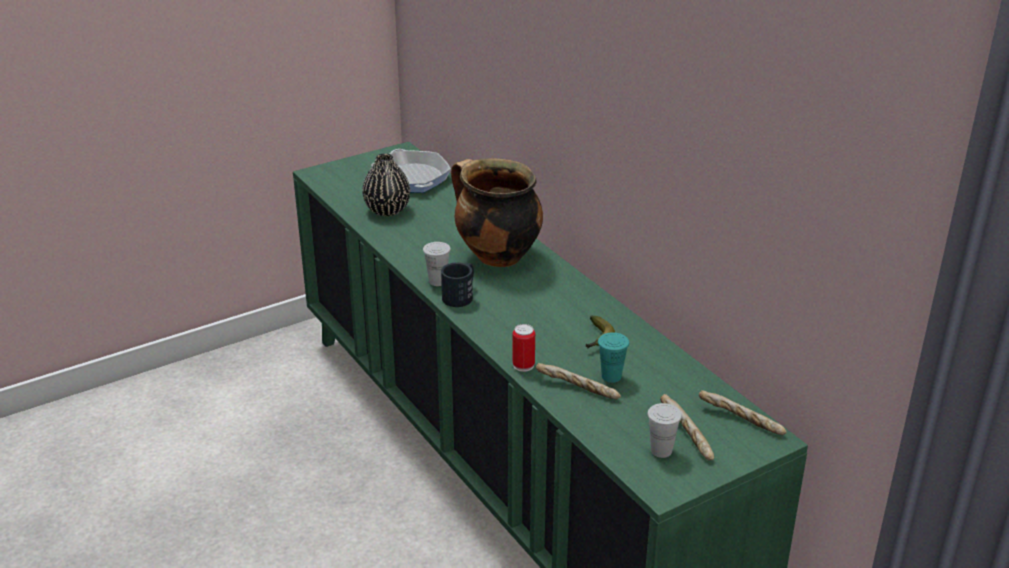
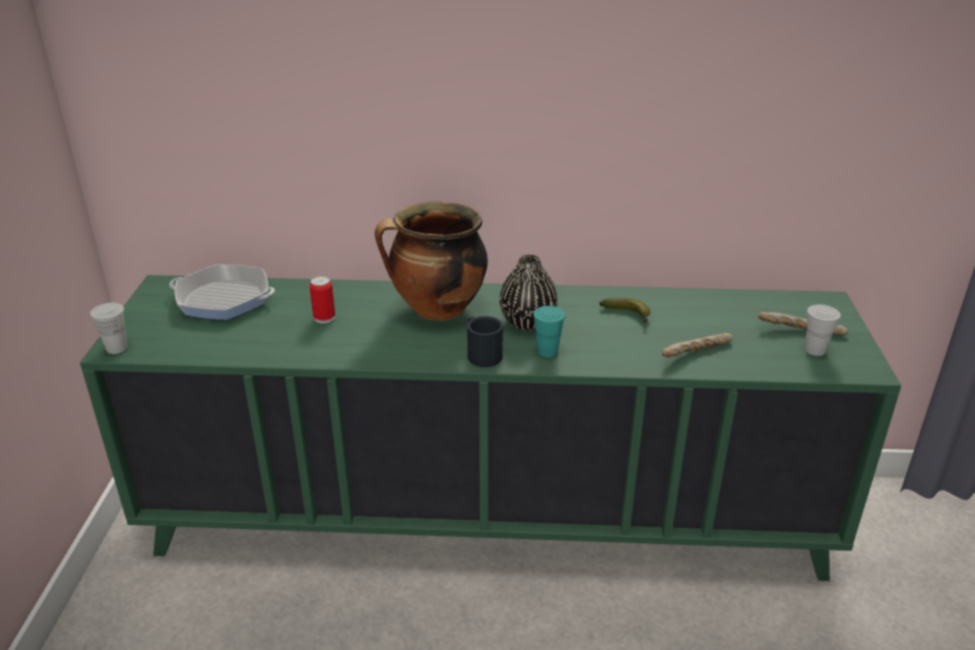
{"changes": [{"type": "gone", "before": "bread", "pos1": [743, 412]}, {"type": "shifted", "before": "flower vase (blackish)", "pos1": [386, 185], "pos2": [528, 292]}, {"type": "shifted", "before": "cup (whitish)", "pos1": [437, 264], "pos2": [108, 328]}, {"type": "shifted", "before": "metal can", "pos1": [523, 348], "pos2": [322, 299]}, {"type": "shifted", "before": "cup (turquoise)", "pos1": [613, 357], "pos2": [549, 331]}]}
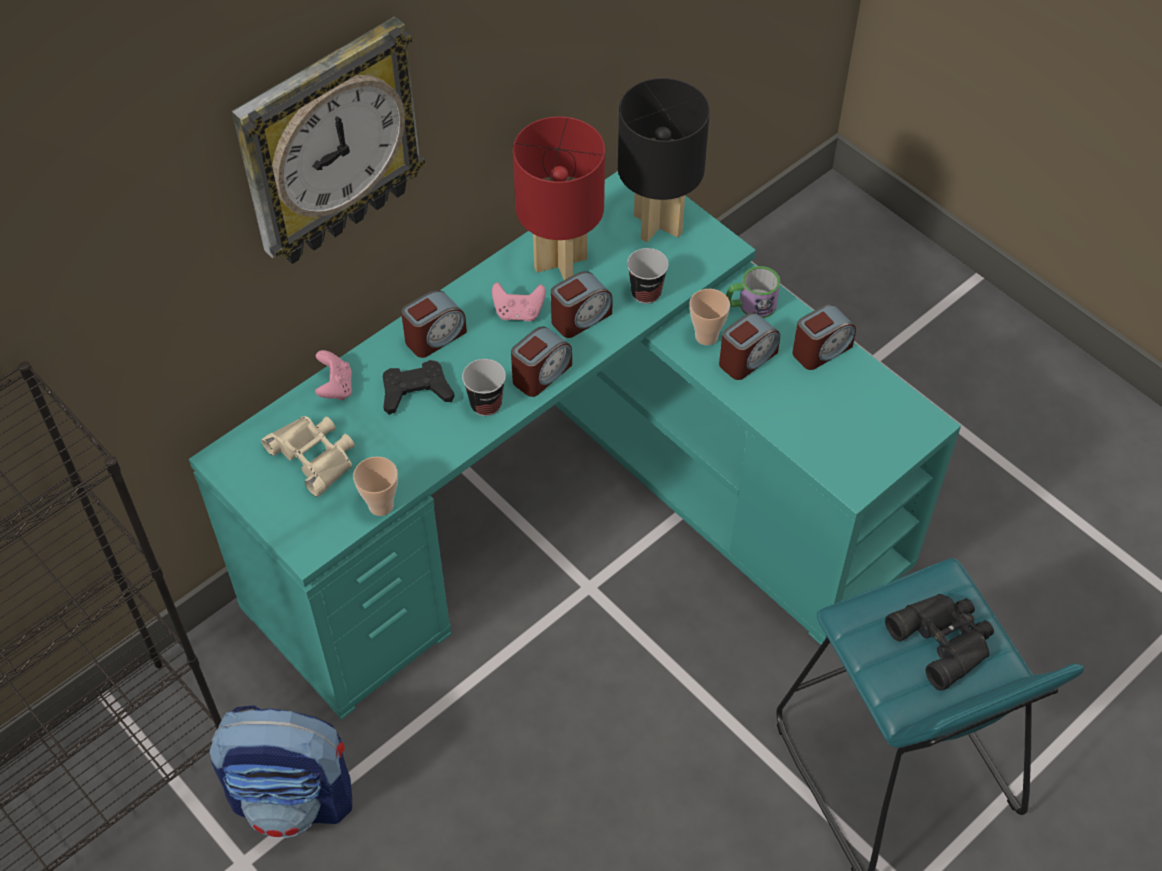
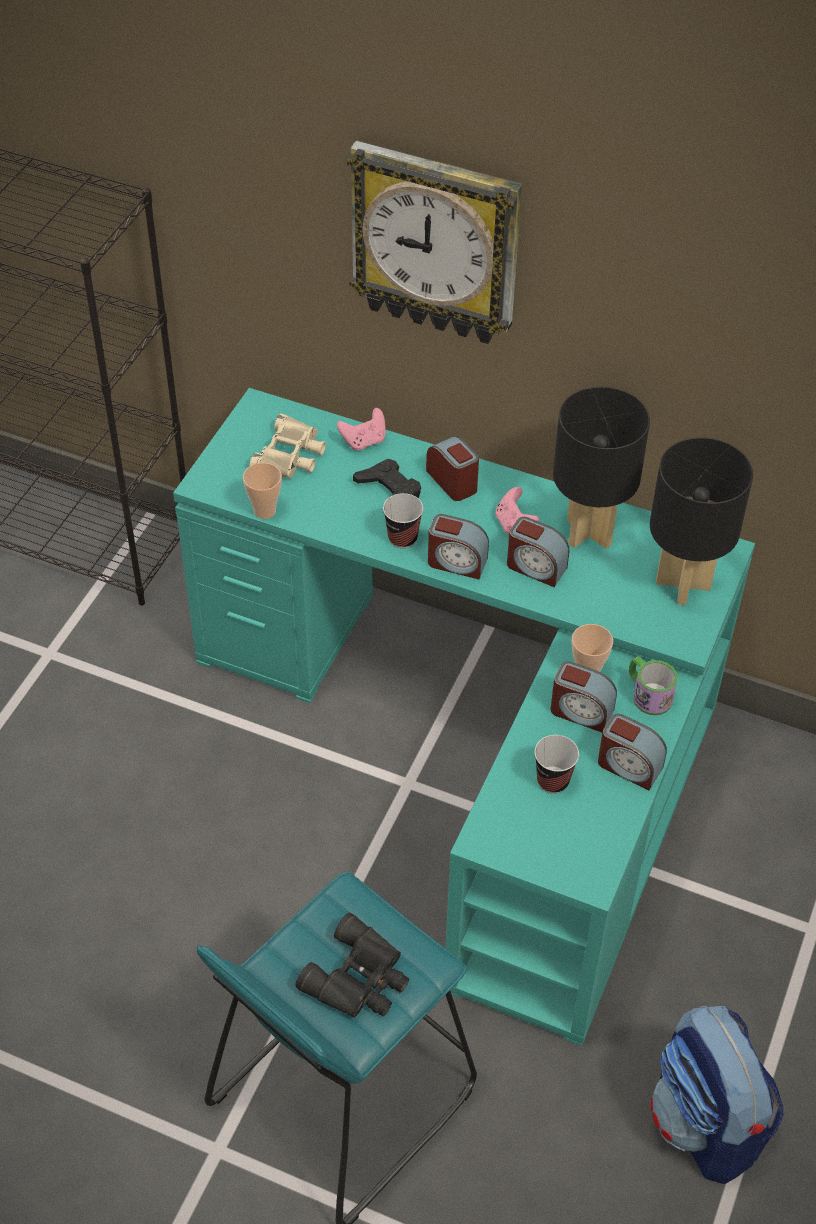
{"changes": [{"type": "shifted", "before": "backpack", "pos1": [281, 771], "pos2": [717, 1095]}, {"type": "shifted", "before": "cup", "pos1": [648, 276], "pos2": [556, 764]}, {"type": "repainted", "before": "lamp for a table (reddish)", "after": "lamp for a table (blackish)", "pos1": [559, 198], "pos2": [601, 468]}, {"type": "rotated", "before": "table clock", "pos1": [434, 324], "pos2": [452, 468], "turn": -150}]}
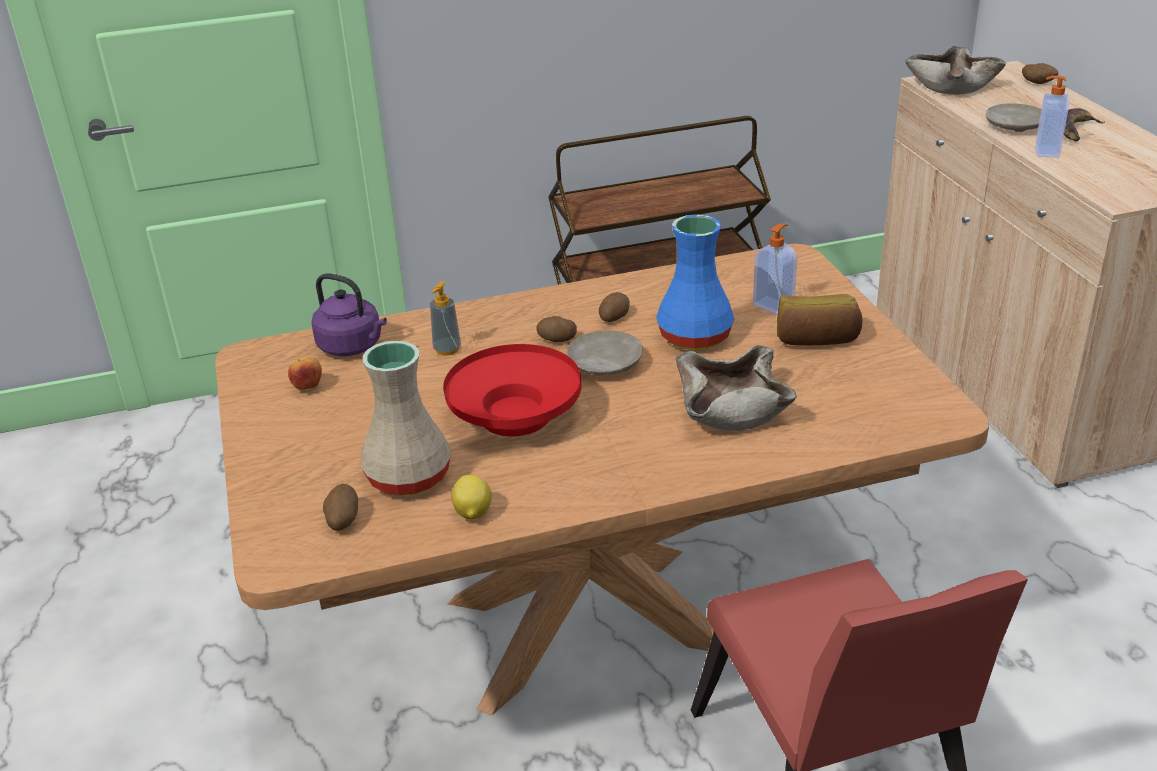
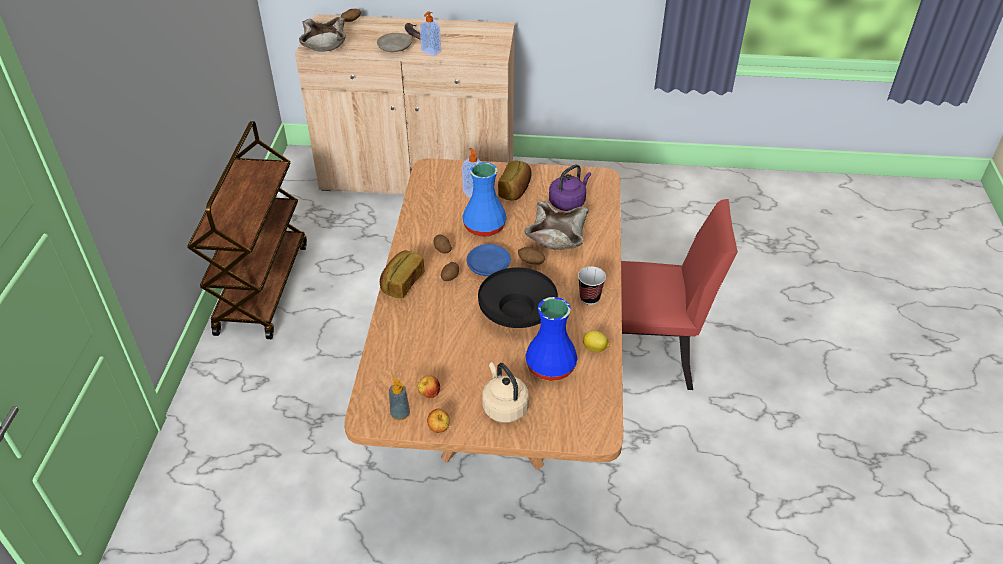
{"changes": [{"type": "new", "after": "bread", "pos2": [402, 275]}, {"type": "new", "after": "whole apple", "pos2": [438, 421]}, {"type": "new", "after": "tea kettle (beige)", "pos2": [505, 392]}, {"type": "new", "after": "cup", "pos2": [592, 285]}, {"type": "shifted", "before": "tea kettle (purple)", "pos1": [349, 314], "pos2": [570, 187]}, {"type": "shifted", "before": "whole potato", "pos1": [340, 507], "pos2": [531, 256]}, {"type": "shifted", "before": "soap bottle", "pos1": [445, 318], "pos2": [399, 398]}, {"type": "repainted", "before": "flower vase (beige)", "after": "flower vase (blue)", "pos1": [405, 418], "pos2": [551, 339]}, {"type": "repainted", "before": "deep dish (reddish)", "after": "deep dish (blackish)", "pos1": [512, 390], "pos2": [518, 297]}, {"type": "repainted", "before": "dinner plate (beige)", "after": "dinner plate (blue)", "pos1": [605, 353], "pos2": [489, 260]}]}
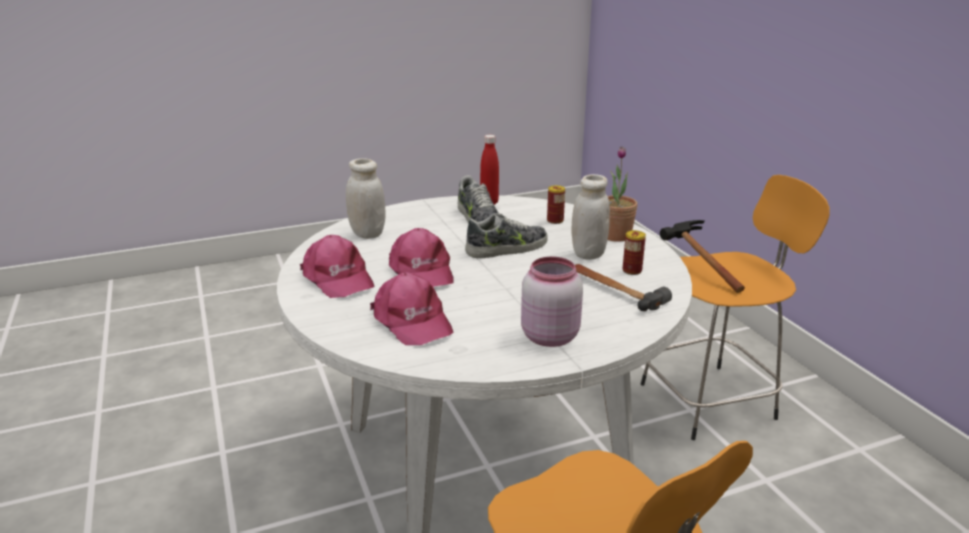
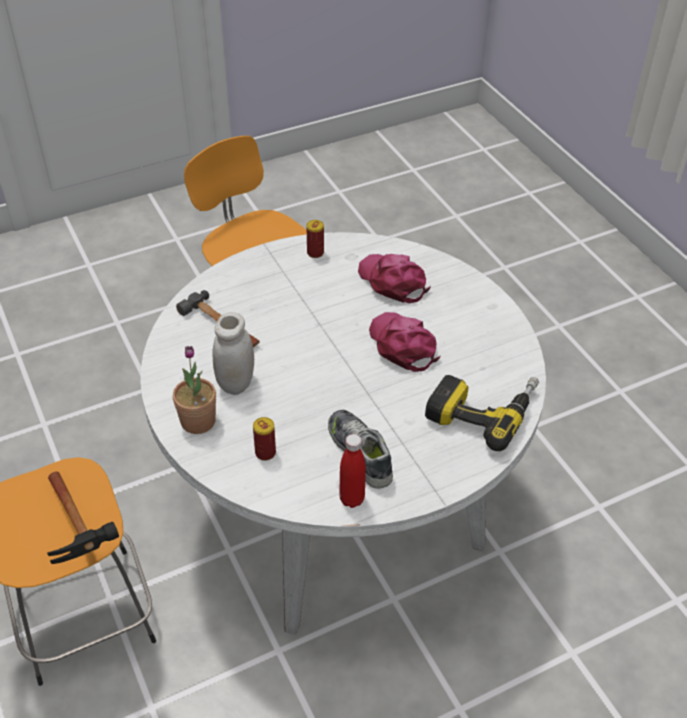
{"changes": [{"type": "gone", "before": "baseball cap (pinkish)", "pos1": [337, 266]}, {"type": "gone", "before": "item of footwear", "pos1": [506, 235]}, {"type": "gone", "before": "preserve jar (pinkish)", "pos1": [552, 302]}, {"type": "shifted", "before": "metal can", "pos1": [634, 252], "pos2": [315, 239]}, {"type": "swapped", "before": "preserve jar (whitish)", "after": "power drill", "pos1": [365, 198], "pos2": [482, 413]}]}
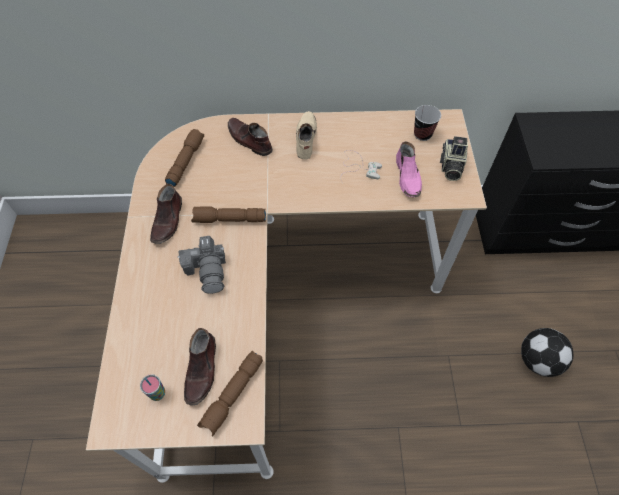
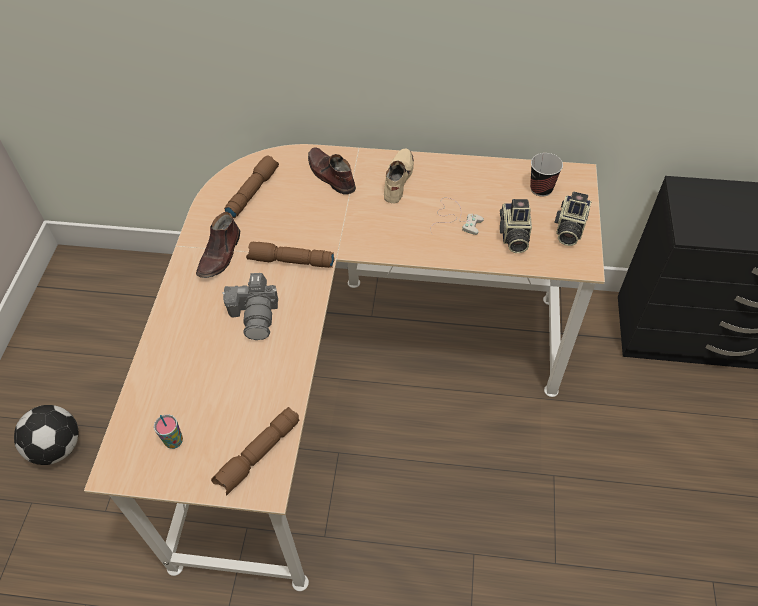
{"changes": [{"type": "gone", "before": "item of footwear (brown)", "pos1": [200, 367]}, {"type": "shifted", "before": "ball for football", "pos1": [547, 352], "pos2": [46, 435]}, {"type": "swapped", "before": "item of footwear (pinkish)", "after": "still camera", "pos1": [409, 169], "pos2": [516, 226]}]}
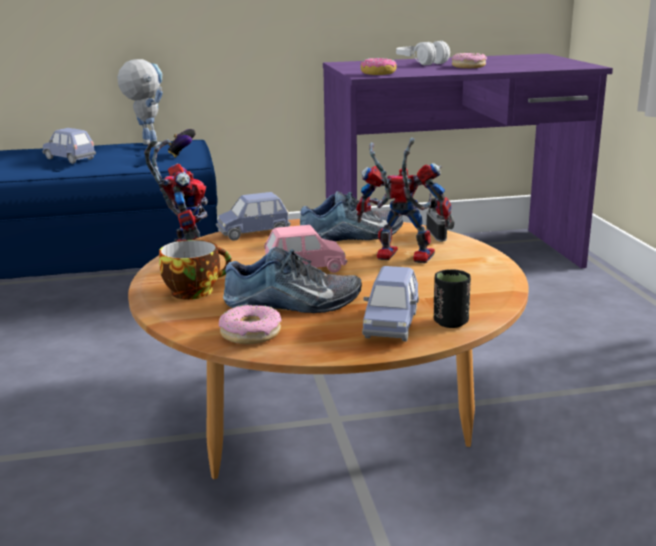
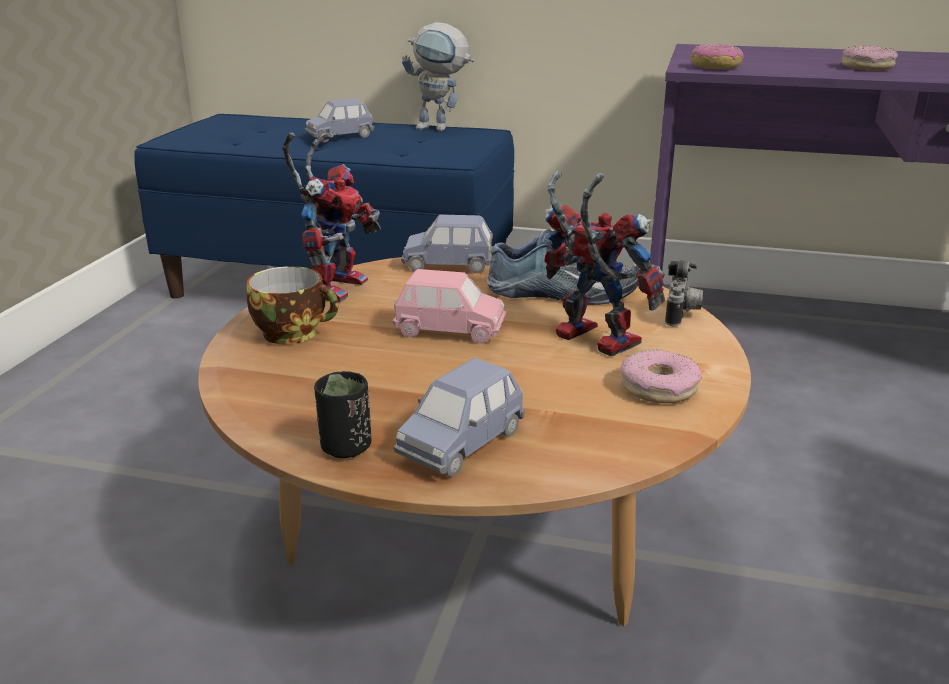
{"changes": [{"type": "gone", "before": "game controller", "pos1": [182, 143]}, {"type": "gone", "before": "item of footwear", "pos1": [292, 280]}, {"type": "gone", "before": "headphones (whitish)", "pos1": [423, 53]}, {"type": "shifted", "before": "doughnut", "pos1": [250, 324], "pos2": [660, 376]}, {"type": "shifted", "before": "cup (blackish)", "pos1": [452, 298], "pos2": [343, 414]}, {"type": "rotated", "before": "model car (blue)", "pos1": [69, 146], "pos2": [339, 120], "turn": -90}, {"type": "rotated", "before": "model robot", "pos1": [140, 103], "pos2": [438, 76], "turn": 120}]}
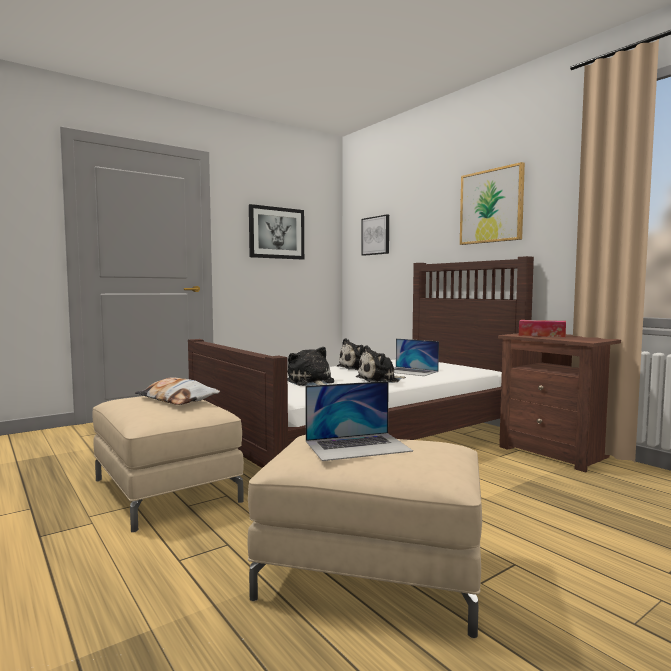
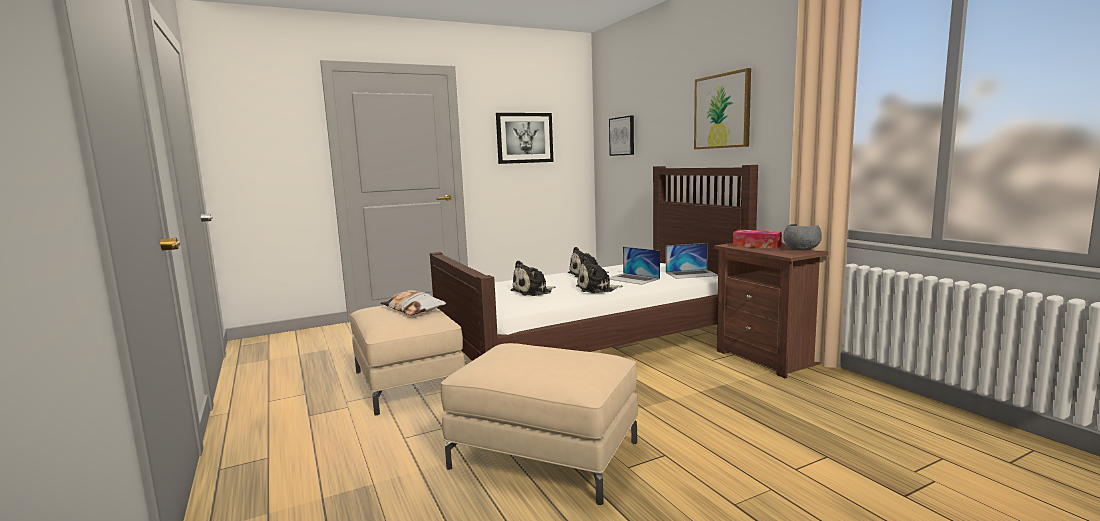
{"changes": [{"type": "new", "after": "deep dish (gray)", "pos2": [802, 237]}, {"type": "shifted", "before": "laptop", "pos1": [359, 421], "pos2": [692, 261]}, {"type": "rotated", "before": "cuddly toy", "pos1": [311, 366], "pos2": [532, 278], "turn": -105}]}
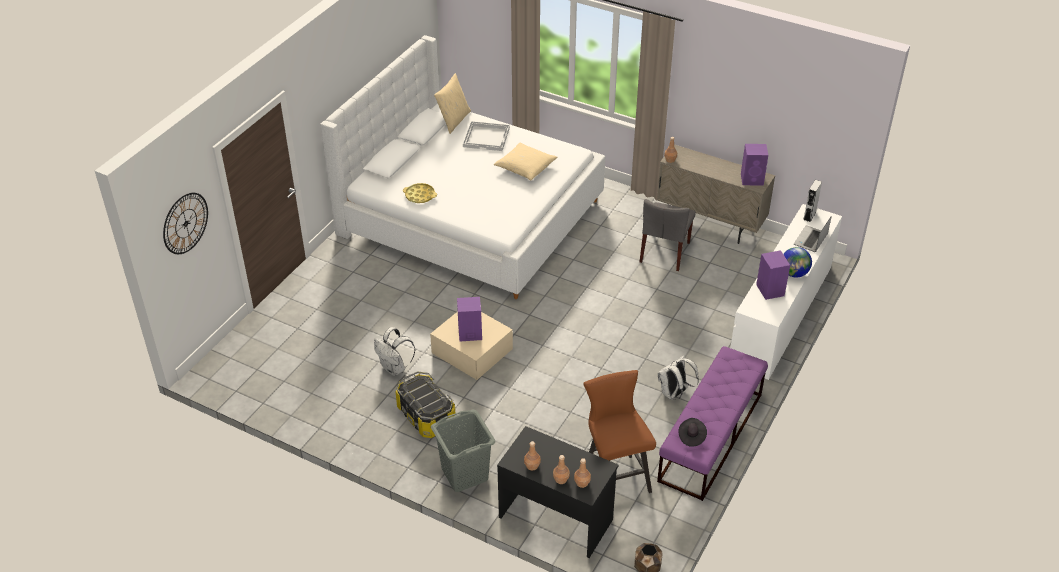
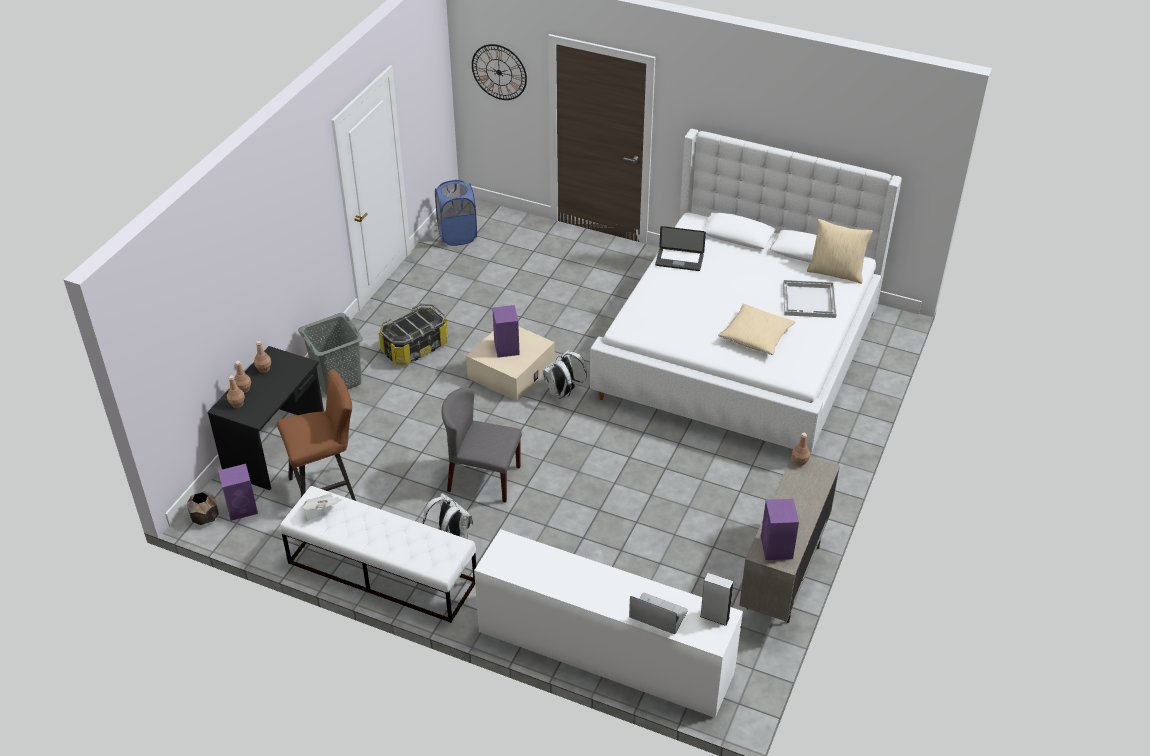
{"changes": [{"type": "gone", "before": "globe", "pos1": [797, 262]}, {"type": "new", "after": "hamper (blue)", "pos2": [456, 213]}, {"type": "shifted", "before": "backpack (whitish)", "pos1": [394, 351], "pos2": [565, 374]}, {"type": "shifted", "before": "upright chair (gray)", "pos1": [667, 235], "pos2": [481, 445]}, {"type": "shifted", "before": "speaker (purple)", "pos1": [773, 275], "pos2": [238, 492]}, {"type": "swapped", "before": "serving tray (yellow)", "after": "laptop", "pos1": [420, 193], "pos2": [680, 248]}, {"type": "swapped", "before": "hat (blackish)", "after": "printed paper", "pos1": [692, 432], "pos2": [321, 501]}, {"type": "repainted", "before": "long seat (purple)", "after": "long seat (whitish)", "pos1": [712, 423], "pos2": [378, 554]}]}
